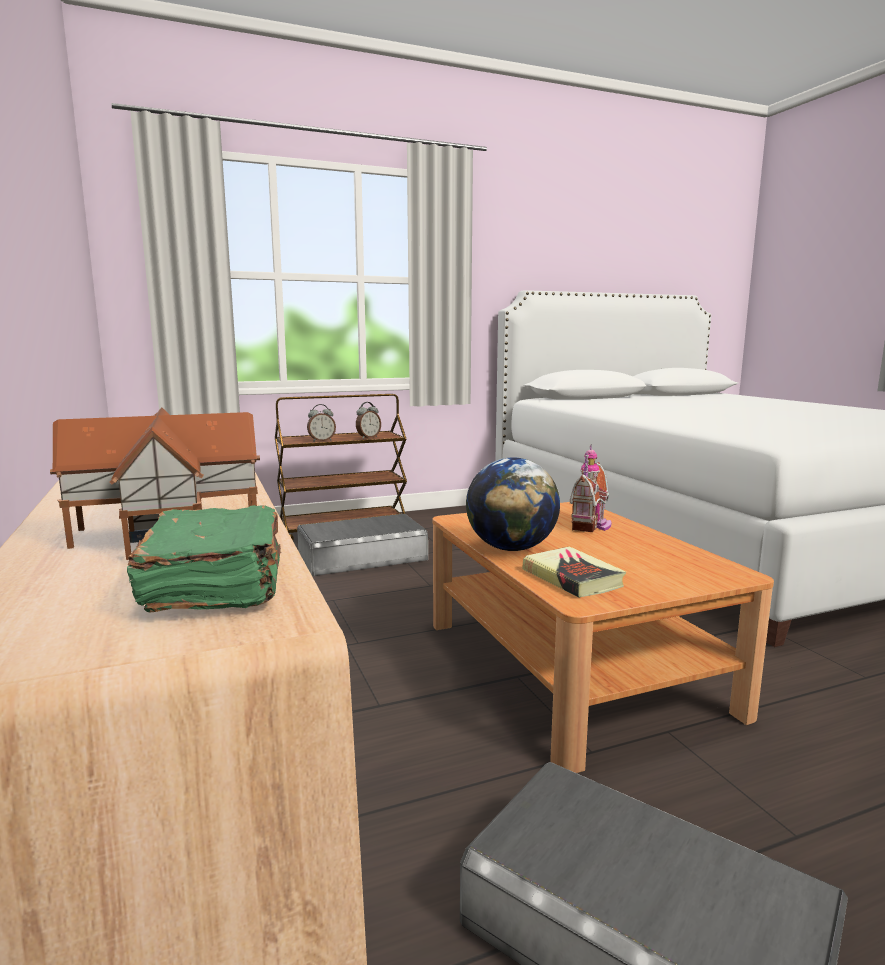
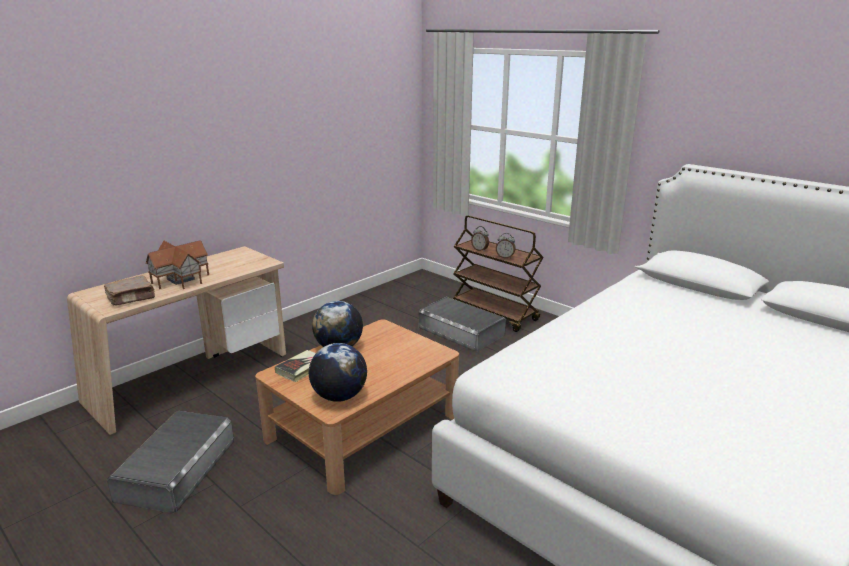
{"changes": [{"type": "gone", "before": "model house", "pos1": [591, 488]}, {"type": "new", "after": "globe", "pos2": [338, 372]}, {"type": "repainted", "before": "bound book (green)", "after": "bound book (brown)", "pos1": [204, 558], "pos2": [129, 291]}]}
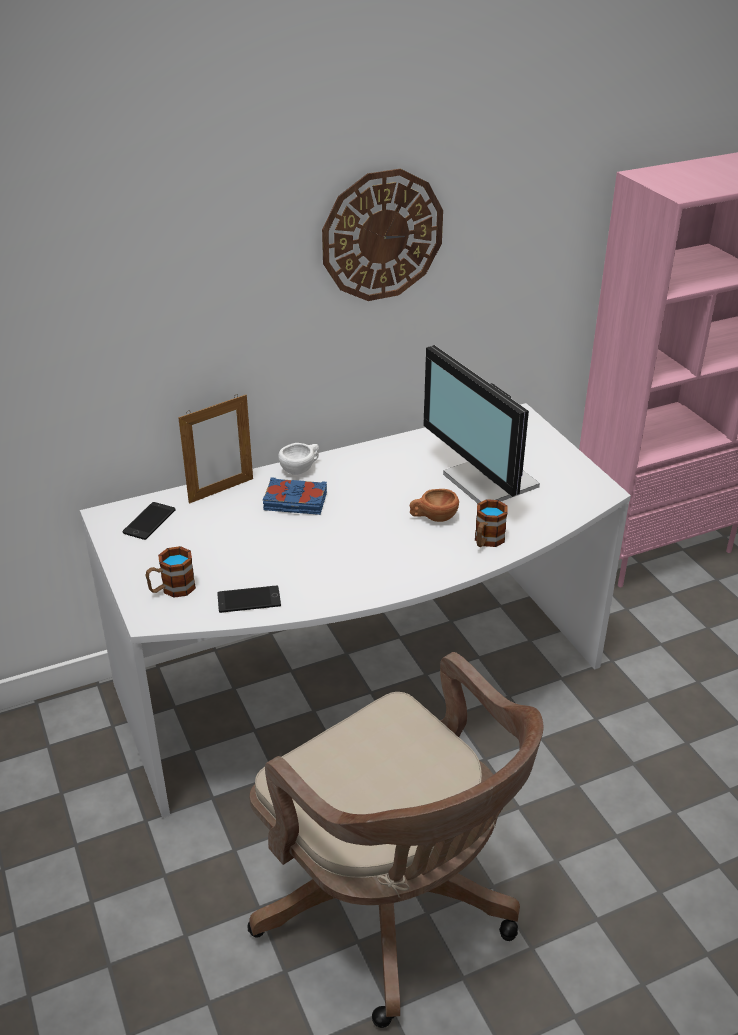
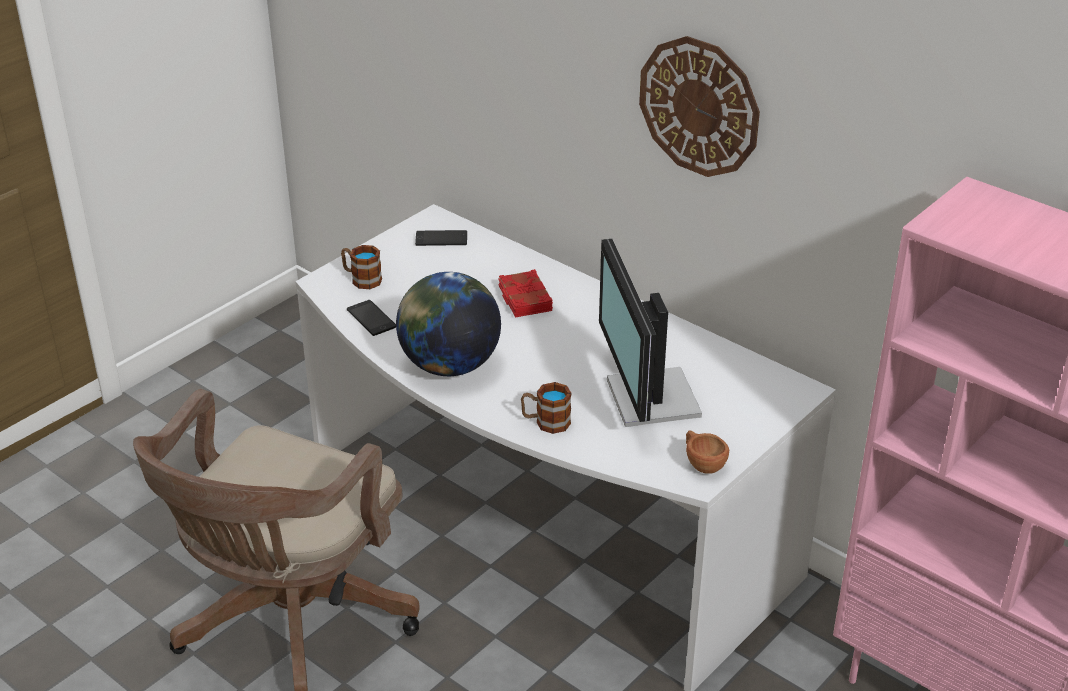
{"changes": [{"type": "gone", "before": "photo frame", "pos1": [215, 449]}, {"type": "gone", "before": "cup (whitish)", "pos1": [298, 459]}, {"type": "new", "after": "globe", "pos2": [448, 324]}, {"type": "shifted", "before": "cup (brown)", "pos1": [434, 505], "pos2": [707, 452]}, {"type": "repainted", "before": "bound book (blue)", "after": "bound book (reddish)", "pos1": [295, 496], "pos2": [525, 293]}, {"type": "rotated", "before": "monitor", "pos1": [481, 424], "pos2": [650, 333], "turn": -45}]}
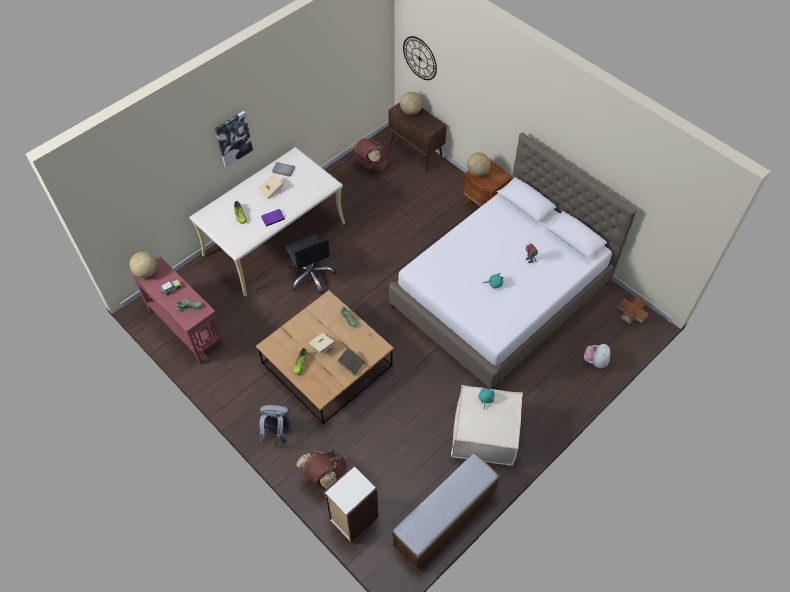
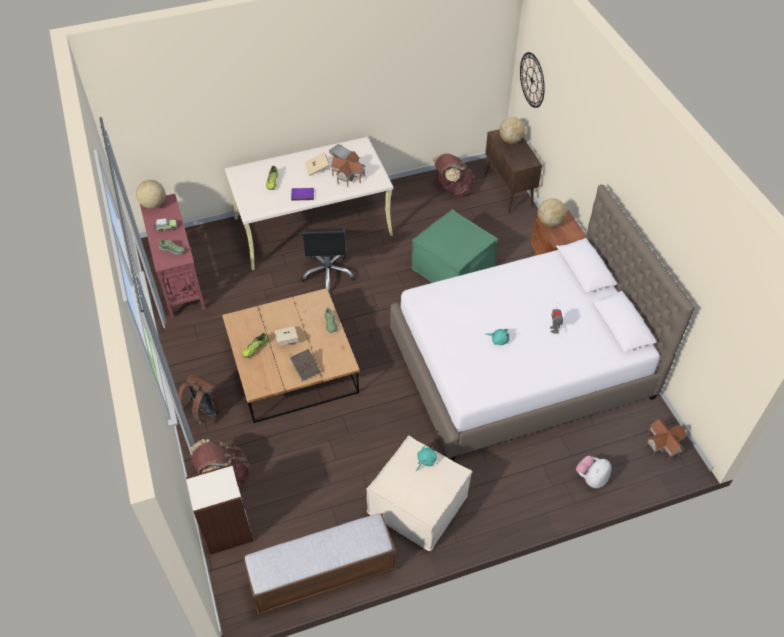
{"changes": [{"type": "gone", "before": "wall picture", "pos1": [234, 139]}, {"type": "new", "after": "model house", "pos2": [348, 169]}, {"type": "new", "after": "pouffe (green)", "pos2": [455, 246]}, {"type": "repainted", "before": "backpack (gray)", "after": "backpack (brown)", "pos1": [275, 424], "pos2": [199, 400]}]}
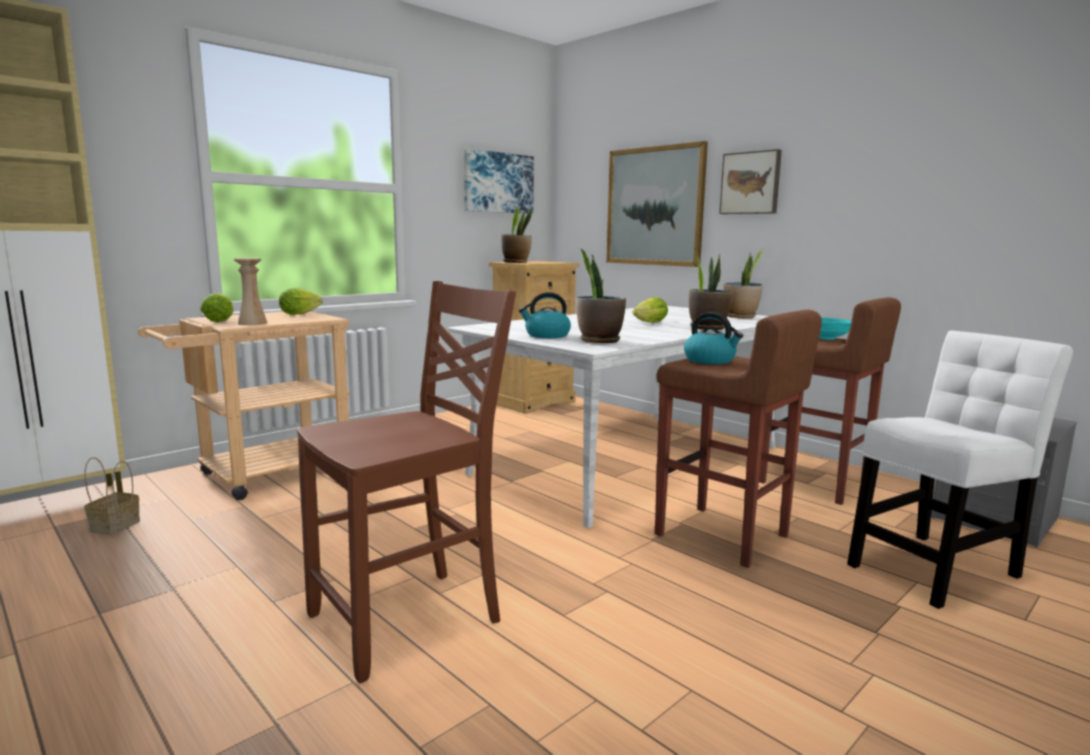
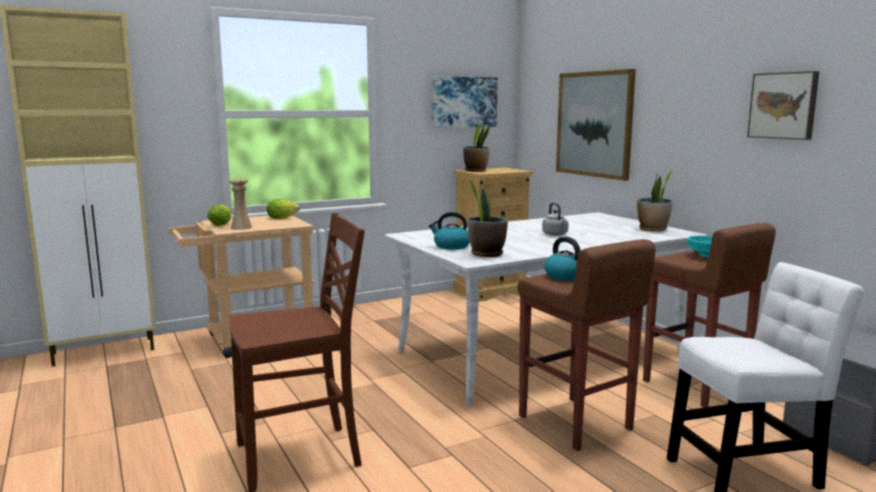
{"changes": [{"type": "gone", "before": "basket", "pos1": [112, 496]}, {"type": "gone", "before": "plant in a pot", "pos1": [710, 289]}, {"type": "shifted", "before": "wall picture", "pos1": [750, 181], "pos2": [783, 105]}, {"type": "swapped", "before": "lettuce", "after": "tea kettle (gray)", "pos1": [650, 310], "pos2": [555, 219]}]}
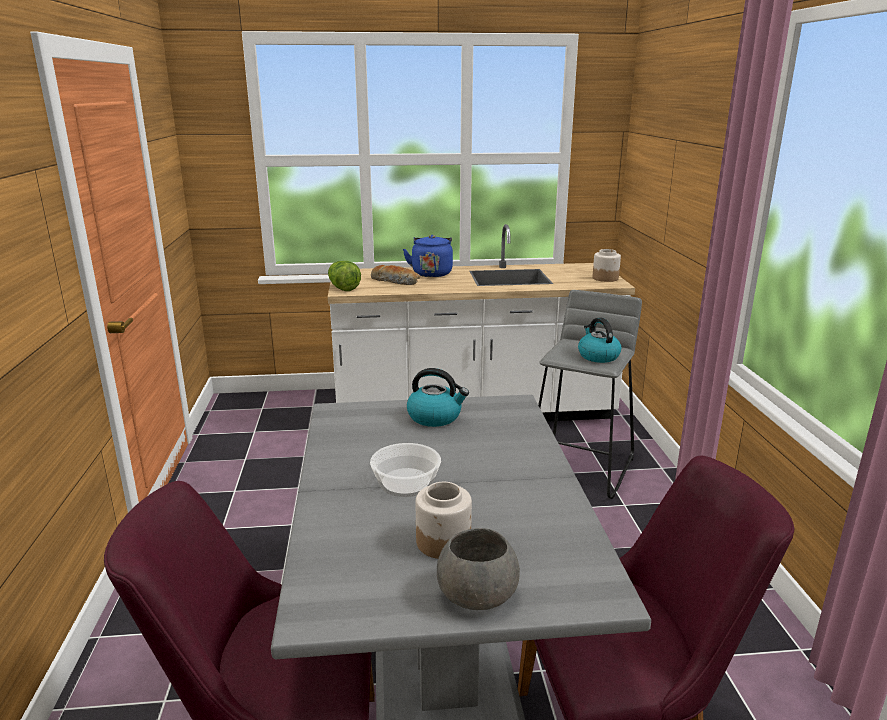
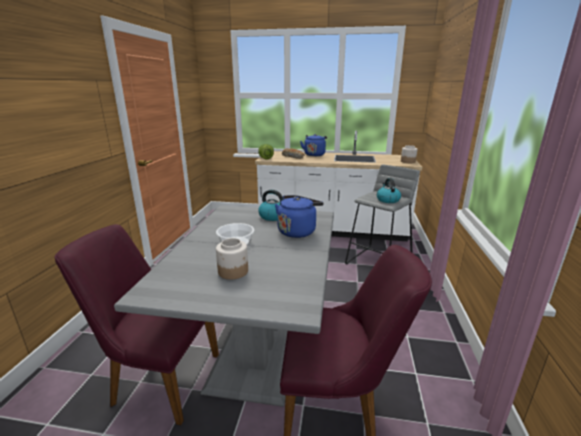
{"changes": [{"type": "gone", "before": "deep dish (gray)", "pos1": [478, 569]}, {"type": "new", "after": "tea kettle (blue)", "pos2": [299, 216]}]}
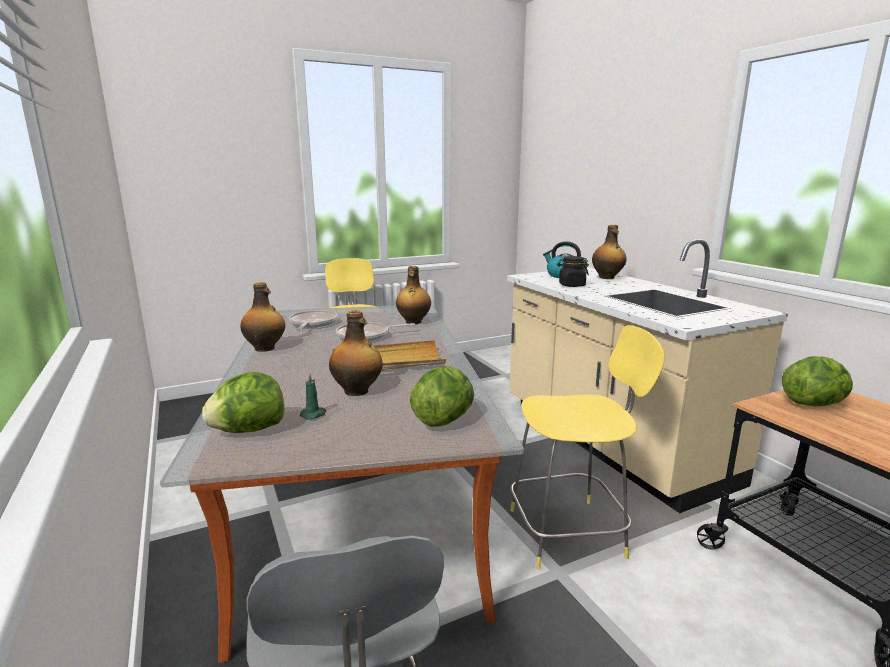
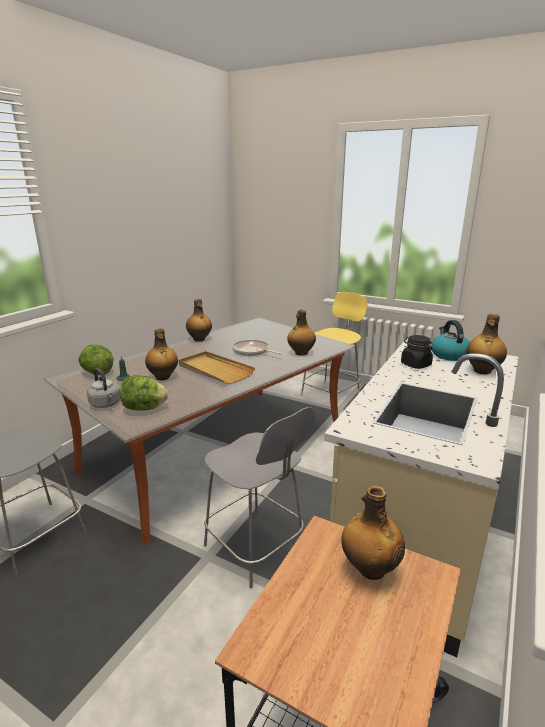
{"changes": [{"type": "gone", "before": "skillet", "pos1": [313, 320]}, {"type": "new", "after": "tea kettle (gray)", "pos2": [103, 388]}, {"type": "swapped", "before": "lettuce", "after": "bottle", "pos1": [817, 381], "pos2": [373, 533]}, {"type": "repainted", "before": "stool (yellow)", "after": "stool (gray)", "pos1": [587, 447], "pos2": [260, 497]}]}
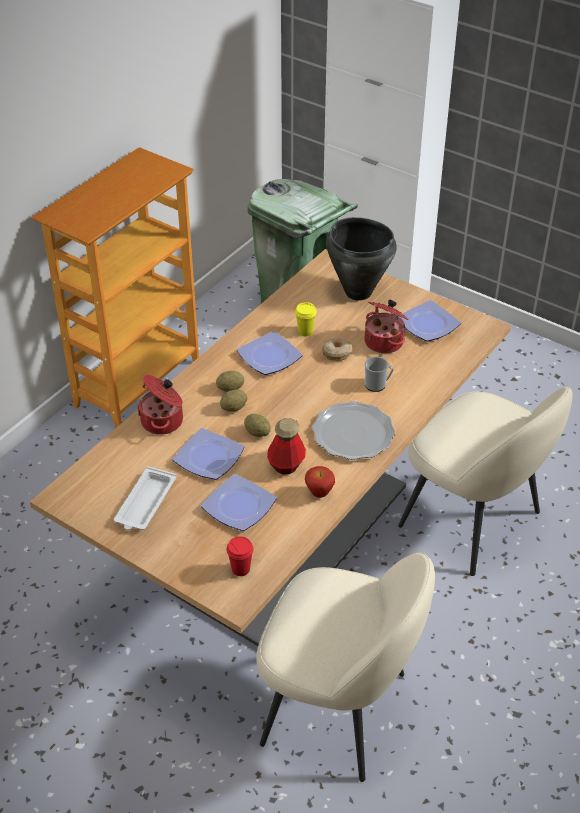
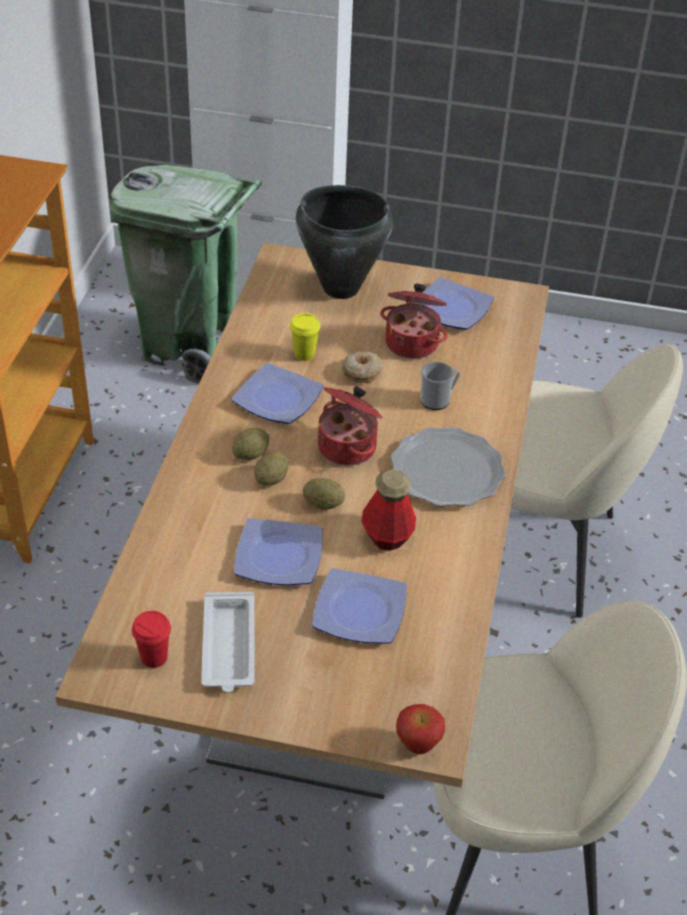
{"changes": [{"type": "shifted", "before": "saucepot", "pos1": [160, 405], "pos2": [350, 425]}, {"type": "shifted", "before": "cup (reddish)", "pos1": [240, 556], "pos2": [151, 639]}, {"type": "shifted", "before": "whole apple", "pos1": [320, 482], "pos2": [420, 729]}]}
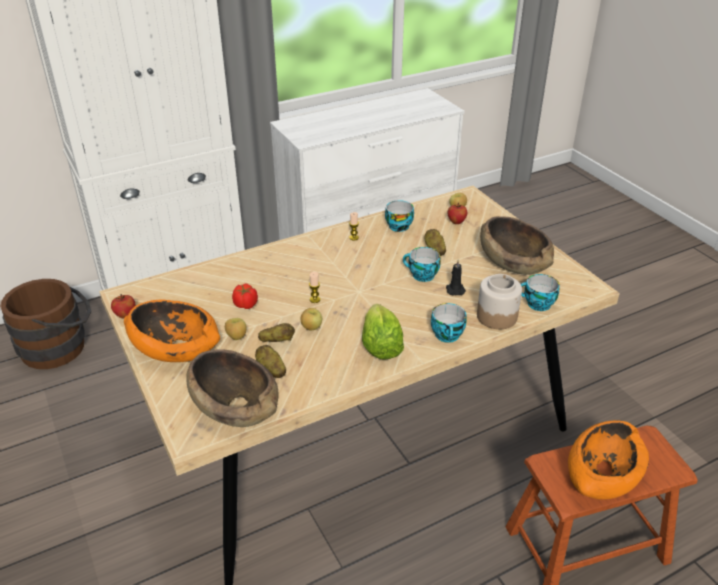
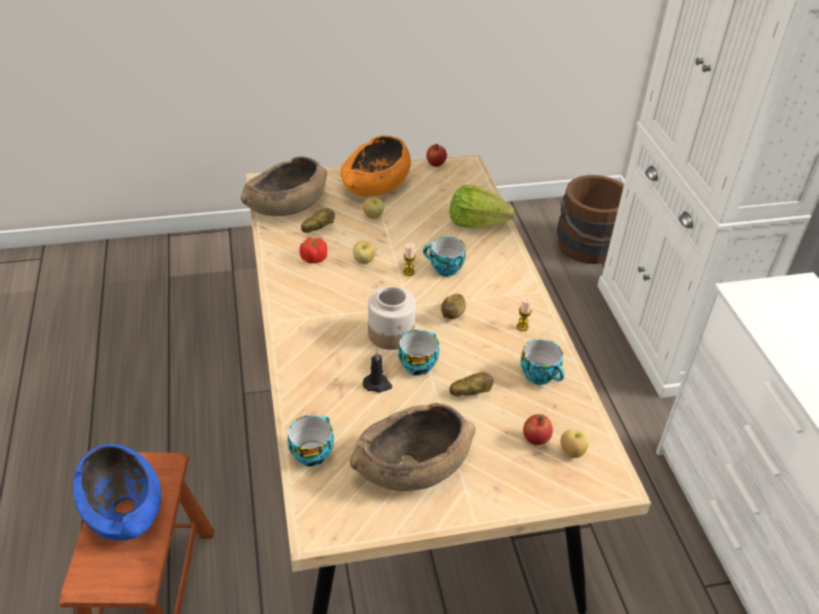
{"changes": [{"type": "shifted", "before": "fresh tomato", "pos1": [245, 296], "pos2": [313, 250]}, {"type": "shifted", "before": "whole potato", "pos1": [276, 332], "pos2": [453, 306]}, {"type": "shifted", "before": "lettuce", "pos1": [383, 332], "pos2": [482, 206]}, {"type": "shifted", "before": "cup", "pos1": [449, 323], "pos2": [444, 256]}, {"type": "shifted", "before": "preserve jar", "pos1": [499, 301], "pos2": [392, 318]}, {"type": "repainted", "before": "deep dish (orange)", "after": "deep dish (blue)", "pos1": [608, 460], "pos2": [117, 492]}]}
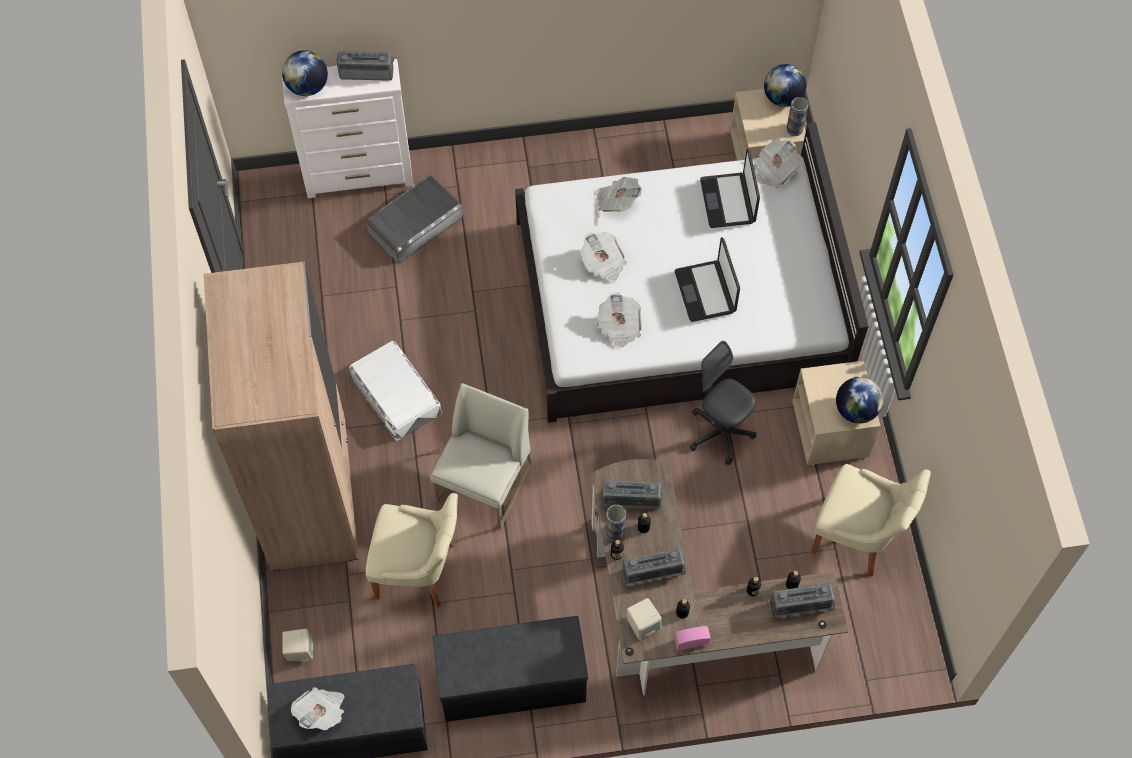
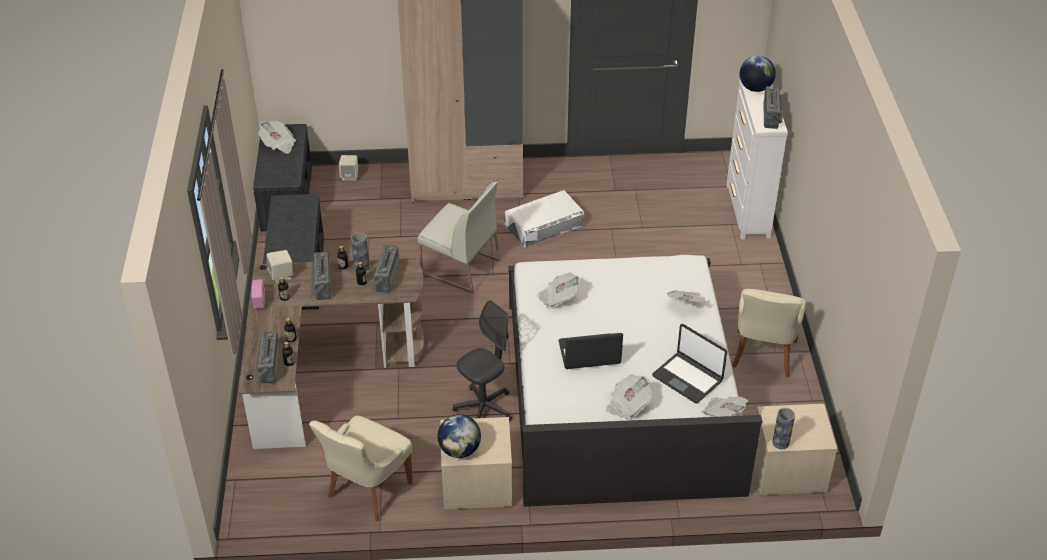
{"changes": [{"type": "gone", "before": "storage box (gray)", "pos1": [414, 219]}, {"type": "gone", "before": "globe", "pos1": [785, 85]}, {"type": "shifted", "before": "upright chair (beige)", "pos1": [412, 550], "pos2": [769, 333]}, {"type": "shifted", "before": "printed paper", "pos1": [603, 258], "pos2": [629, 397]}, {"type": "rotated", "before": "laptop", "pos1": [730, 188], "pos2": [689, 364], "turn": -135}]}
